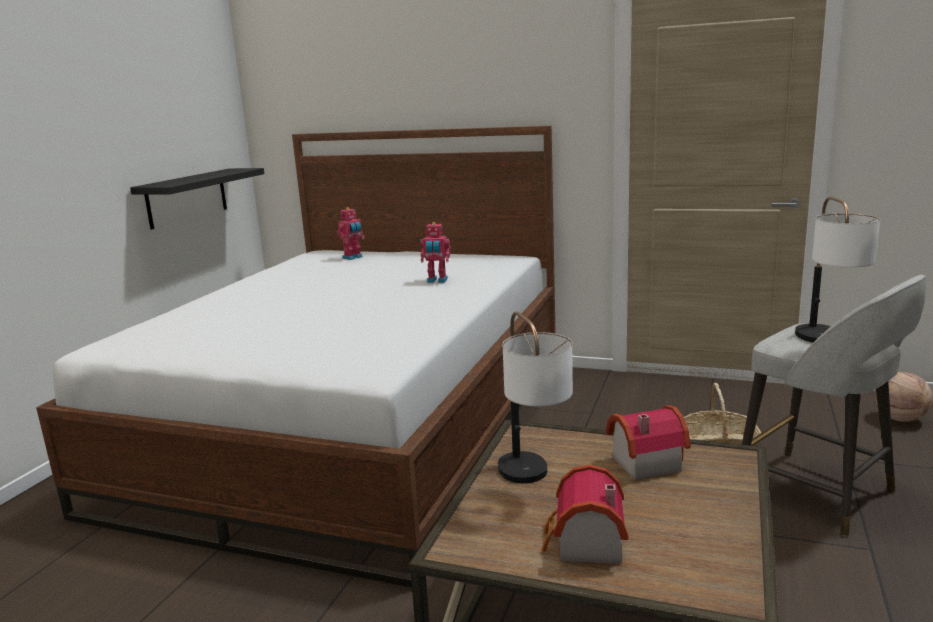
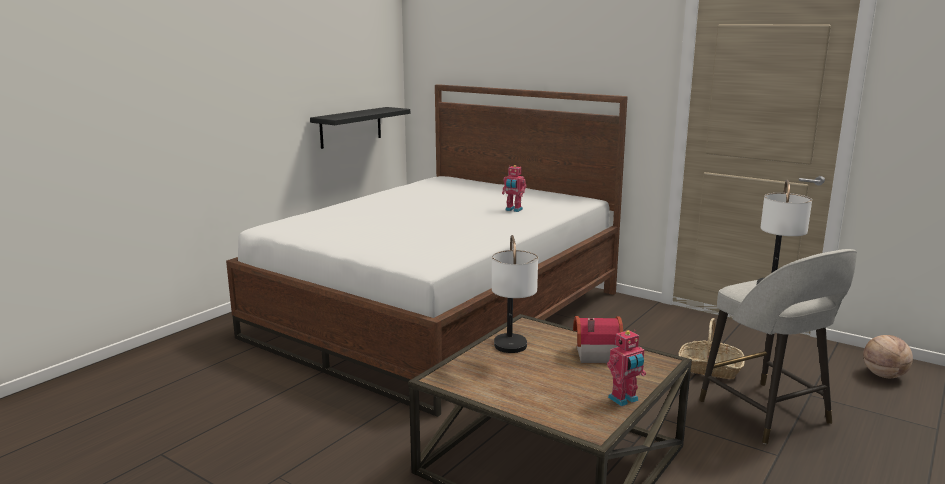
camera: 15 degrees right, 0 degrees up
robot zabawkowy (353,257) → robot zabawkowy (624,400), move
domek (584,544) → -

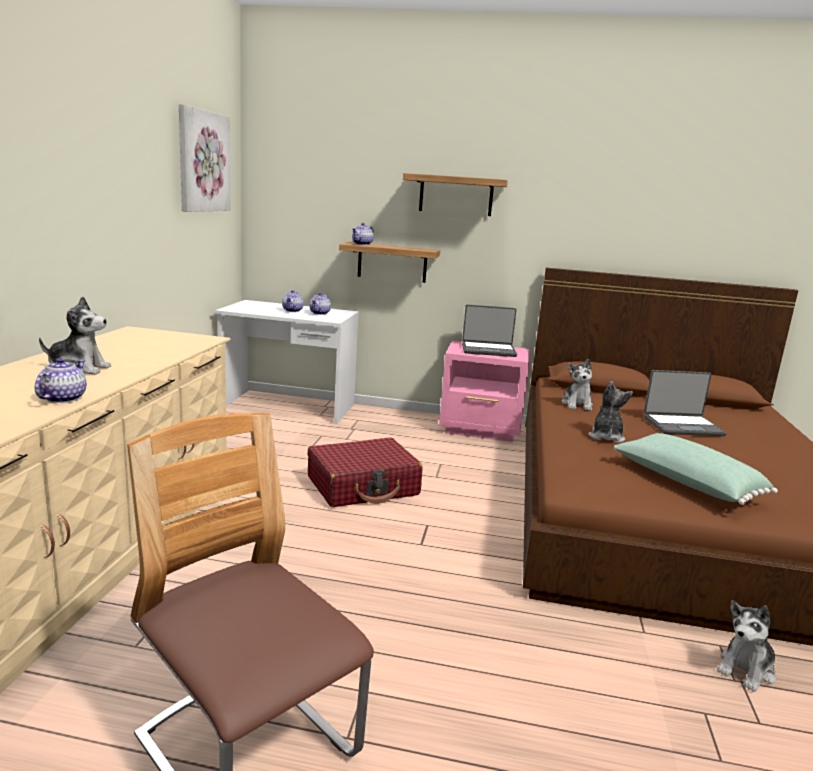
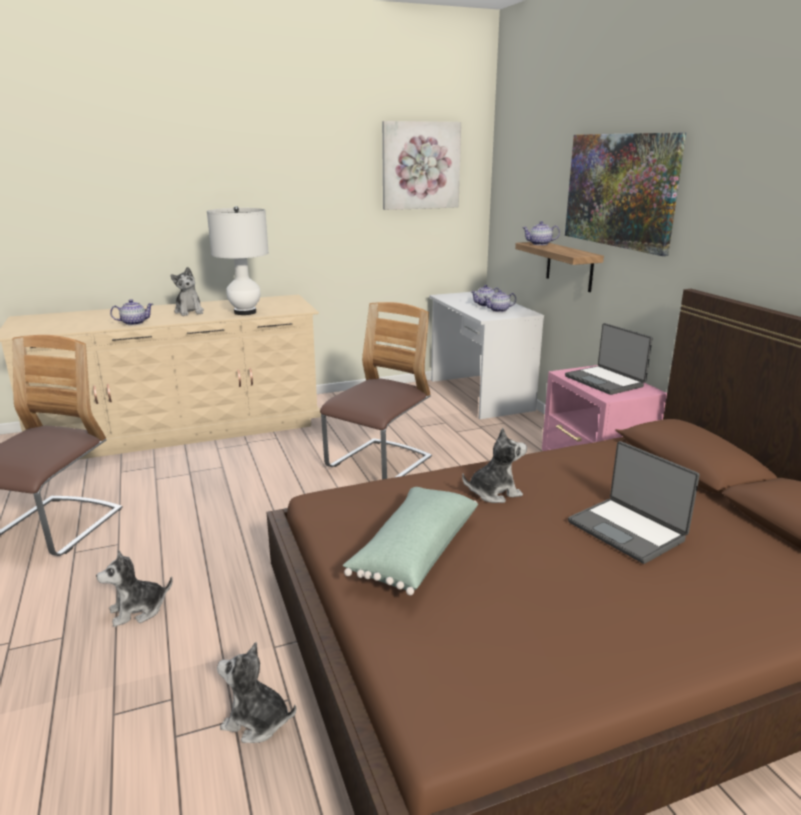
camera: 60 degrees right, 5 degrees up
walizka/czerwony (363,486) → krzesło (379,464)
półka (456,195) → obraz (620,190)
pluszak (577,404) → pluszak (138,610), move
- → lampa stołowa/biały (245,312)

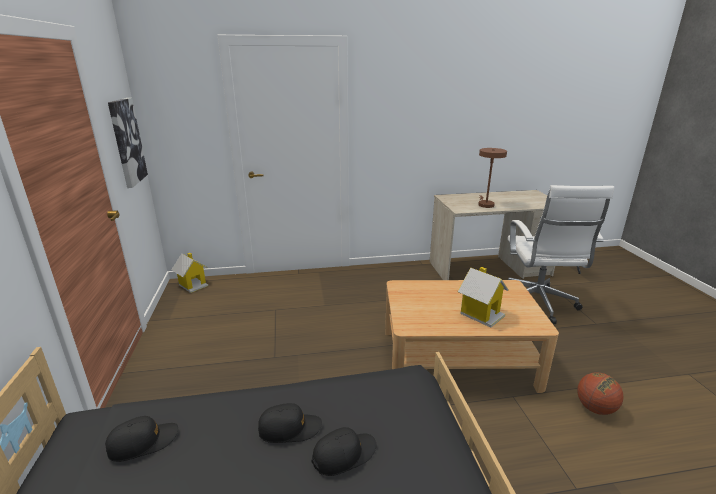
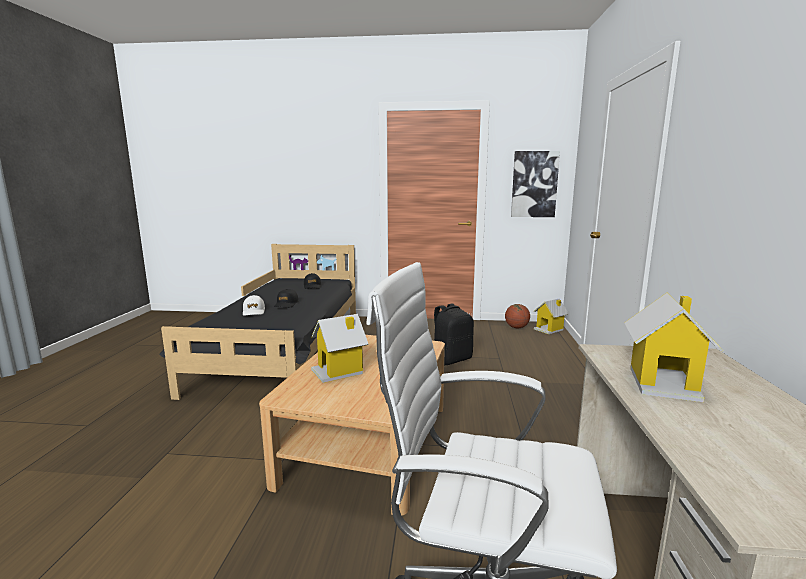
camera: 105 degrees right, 10 degrees down
czapka z daszkiem/czarny (344,454) → czapka z daszkiem/biały (254,311)
lampa stołowa/brązowy (485,204) → domek (664,382)
piłka do koszykówki (595,408) → piłka do koszykówki (516,327), move
- → plecak/czarny (451,359)

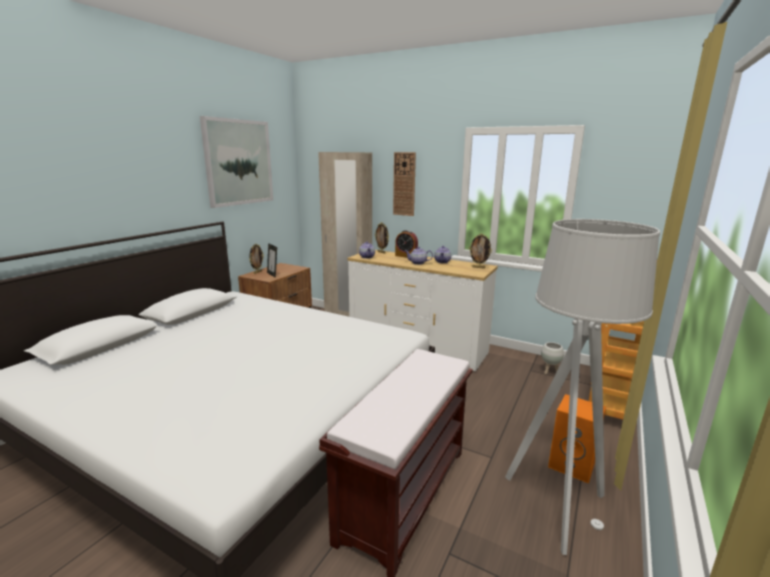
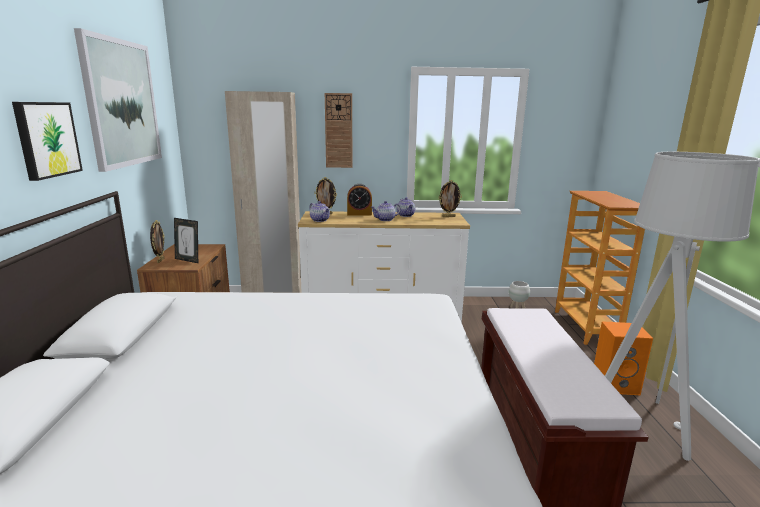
camera: 30 degrees left, 0 degrees up
- → obraz (46,139)

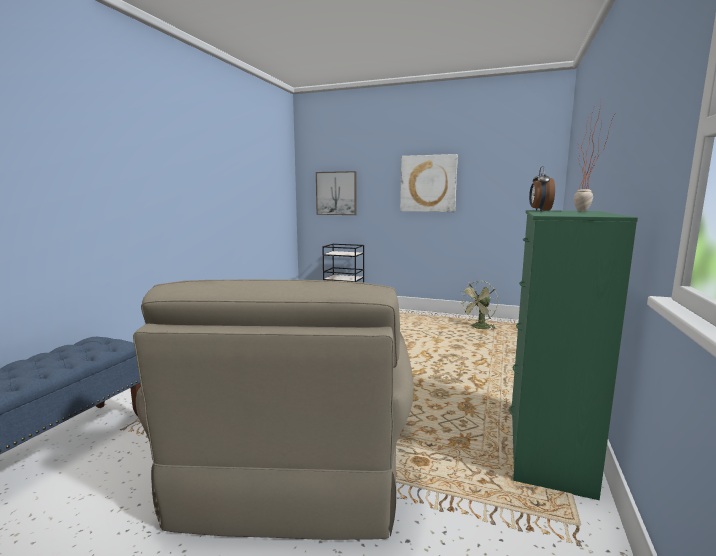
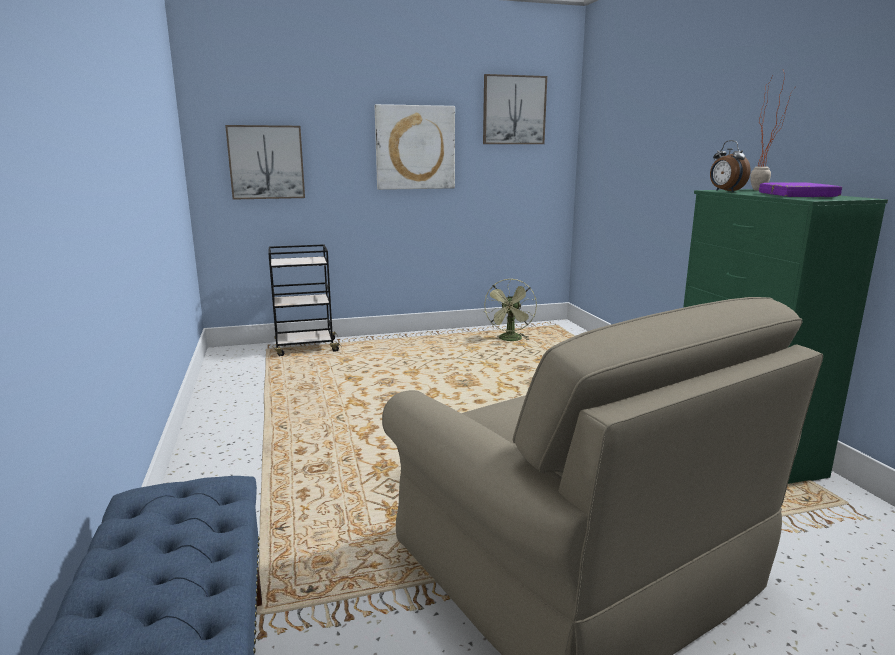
camera: 35 degrees left, 5 degrees up
- → obraz (514,110)
- → książka/fioletowy (797,195)

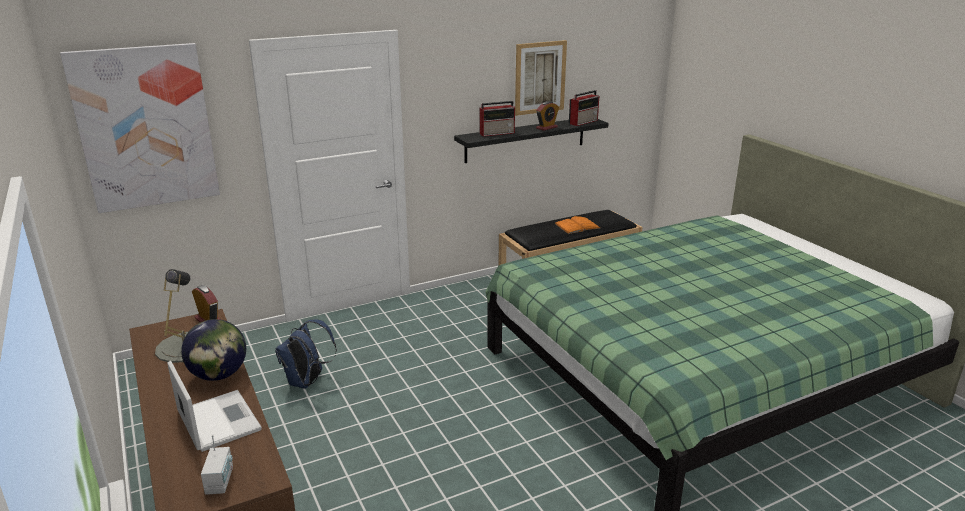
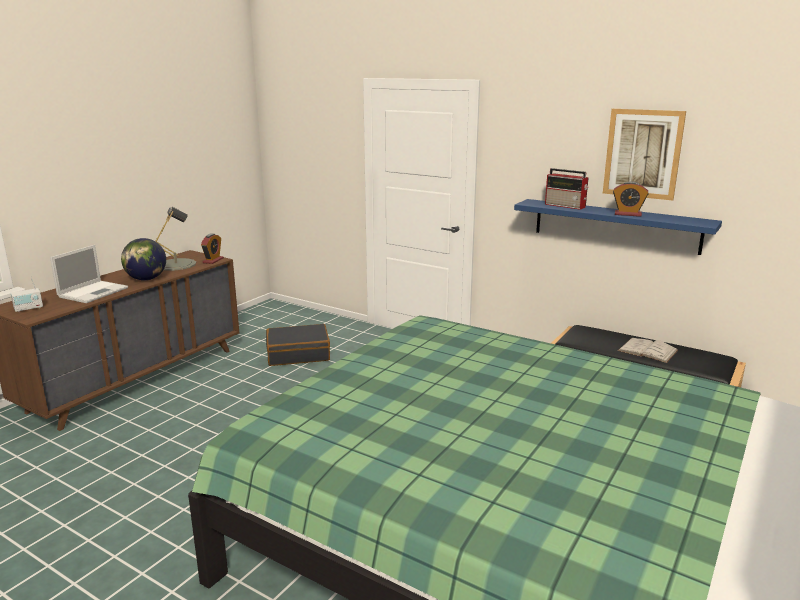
camera: 60 degrees right, 5 degrees down
obraz (145,128) → -
plecak/niebieski (307,382) → walizka/czarny (298,354)
półka/czarny (525,139) → półka/niebieski (615,226)
książka/pomarańczowy (577,226) → książka/biały (647,350)
radio (584,122) → -

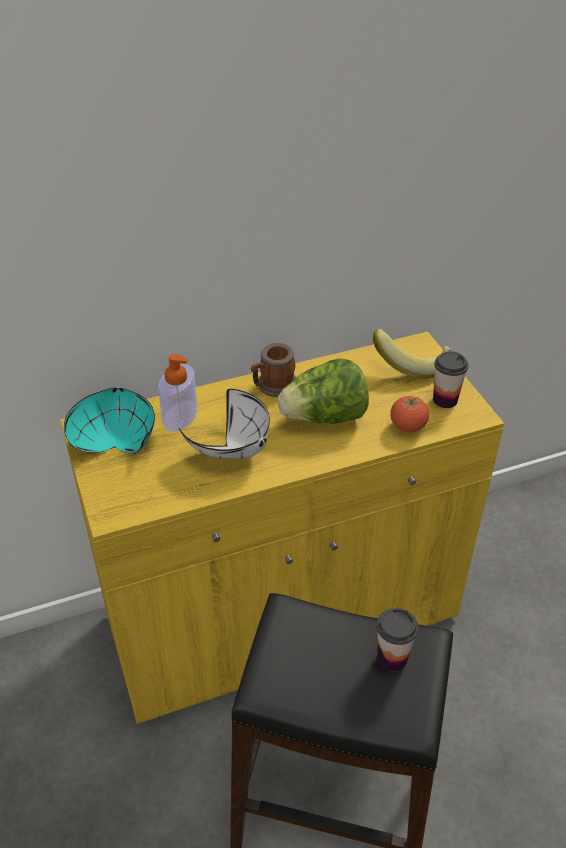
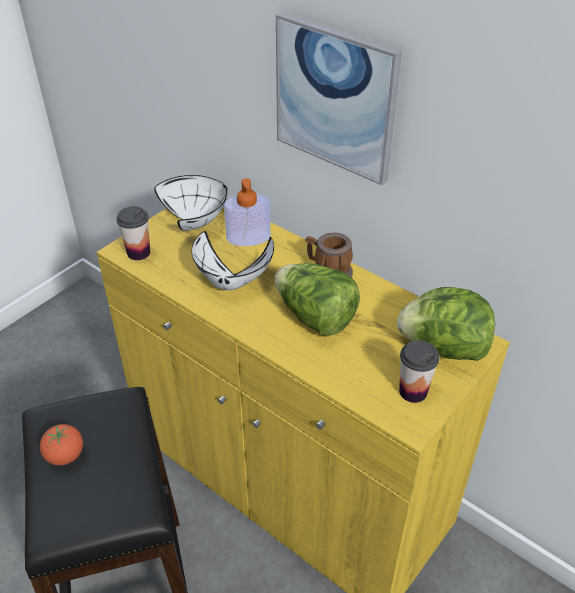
camera: 60 degrees right, 0 degrees up
miska/turkusowy (115,440) → miska/biały (197,219)
banan (411,365) → sałata (443,348)
filiżanka (392,658) → filiżanka (138,253), move
pomidor (407,427) → pomidor (65,455), move
- → obraz (336,98)

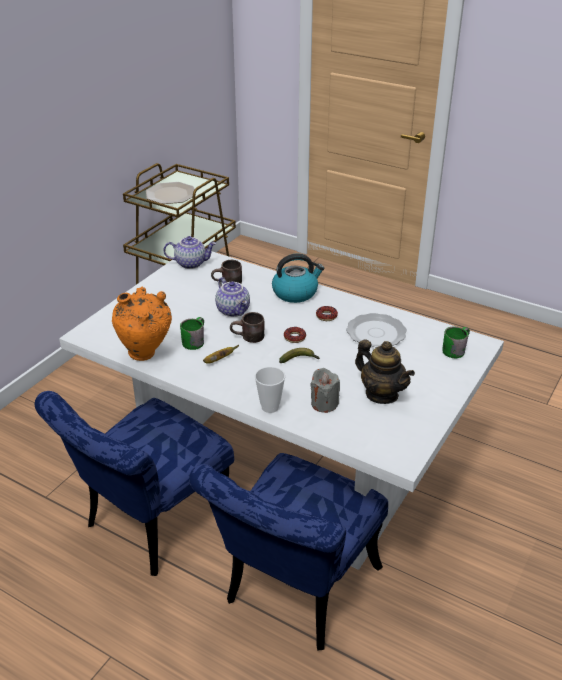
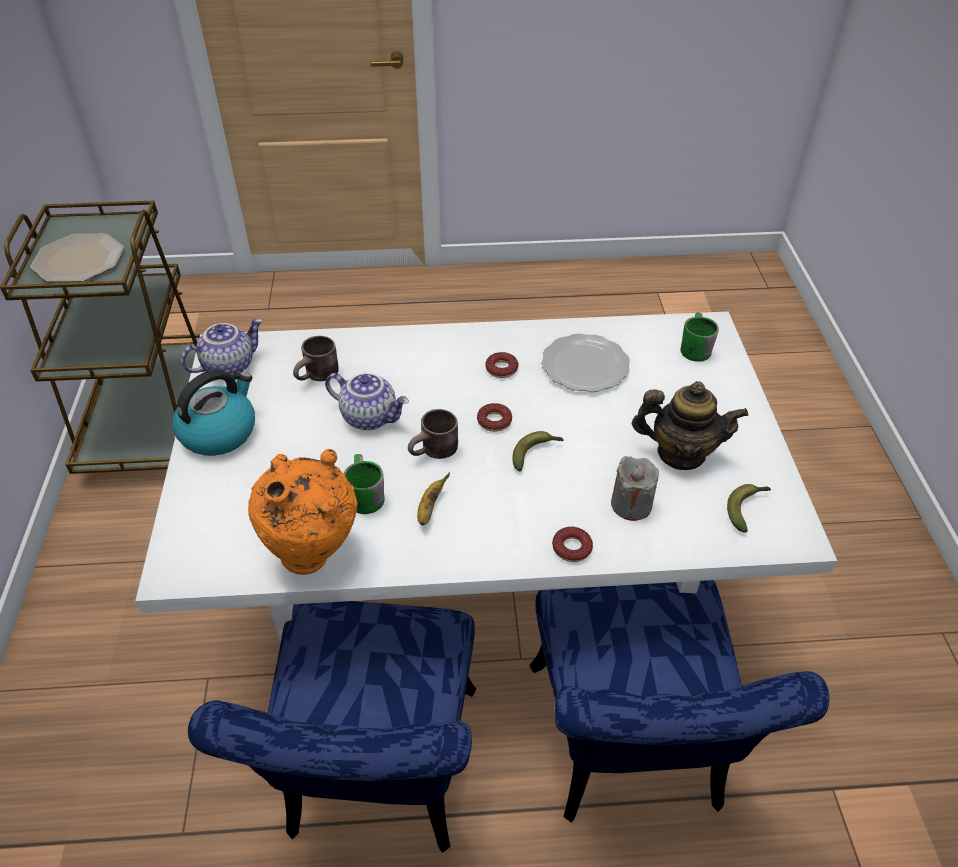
camera: 35 degrees left, 10 degrees up
filiżanka (270,407) → donut (572,548)
czajnik (295,292) → czajnik (219,432), move
- → banan (746,508)

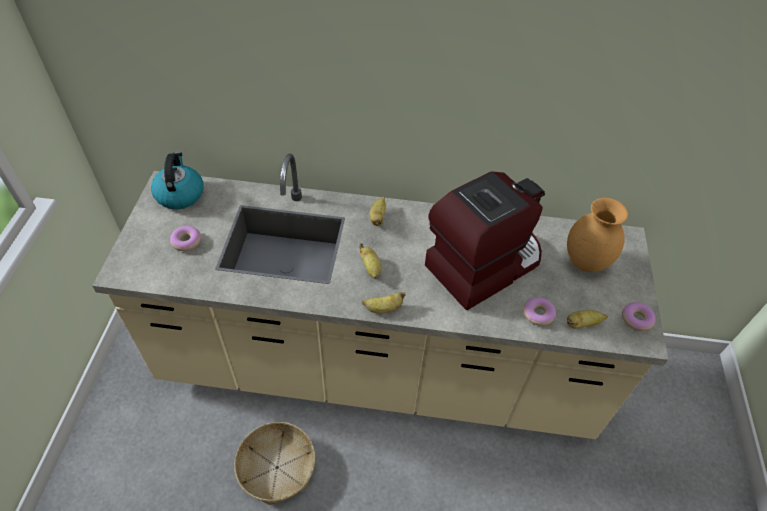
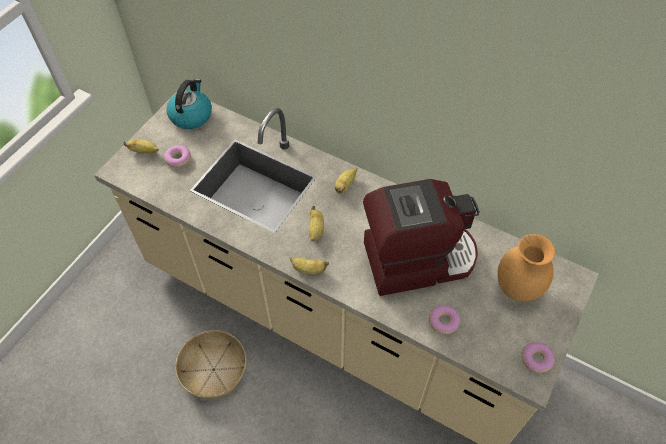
camera: 25 degrees right, 5 degrees up
banan (582,324) → banan (144,151), move

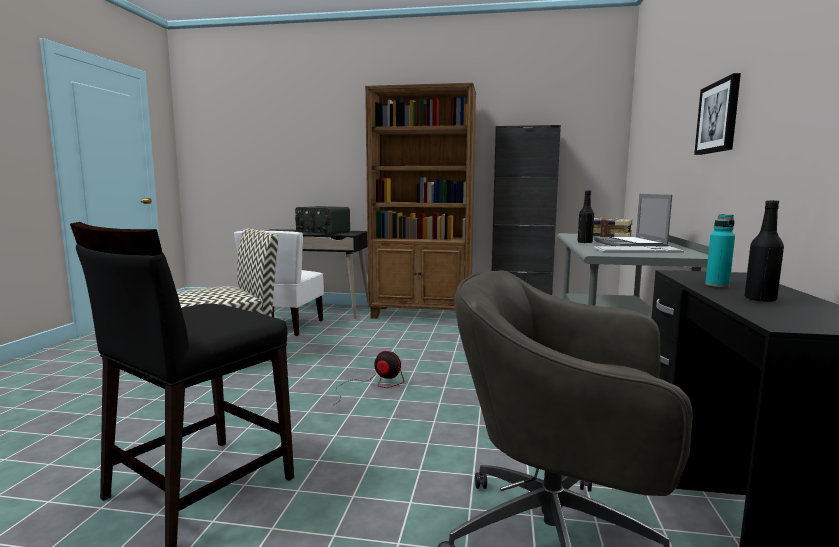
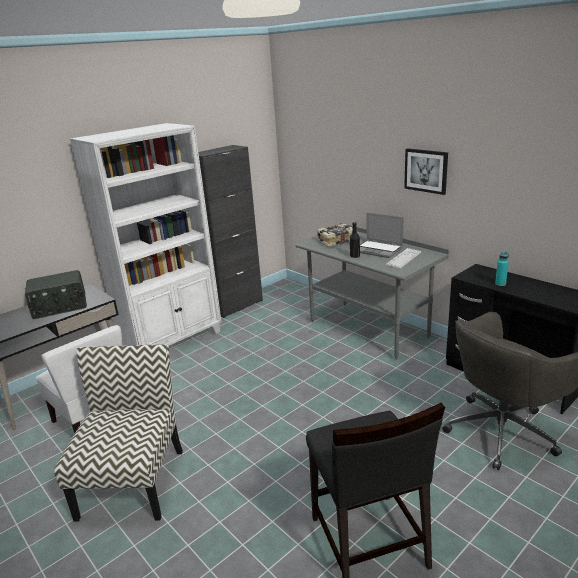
camera: 50 degrees left, 15 degrees up
wentylator (373,385) → -
regał/brązowy (422,315) → regał/biały (173,341)
butelka/czarny (760,299) → -

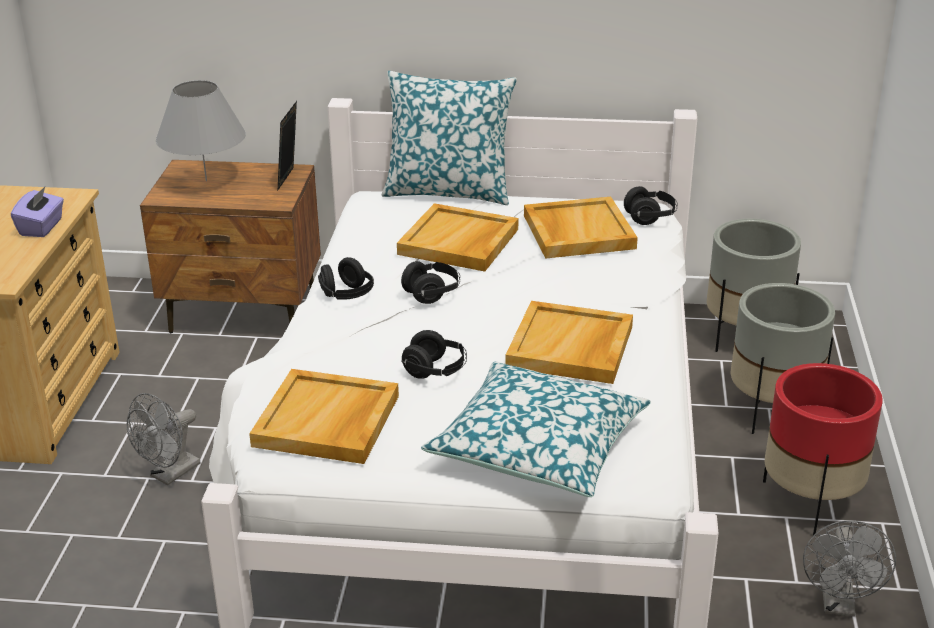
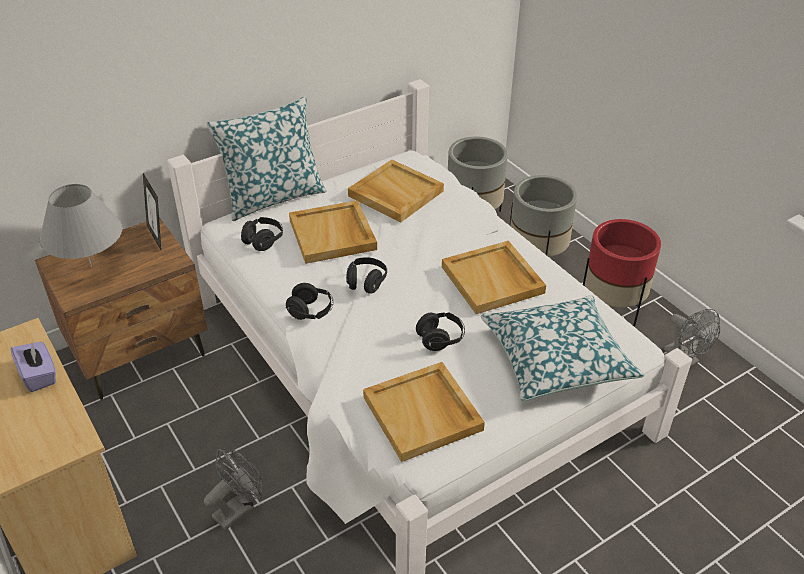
camera: 40 degrees left, 10 degrees up
wentylator/szary (170,475) → wentylator/szary (238,508), 135 degrees counterclockwise
słuchawki/czarny (650,217) → słuchawki/czarny (263,241), move

